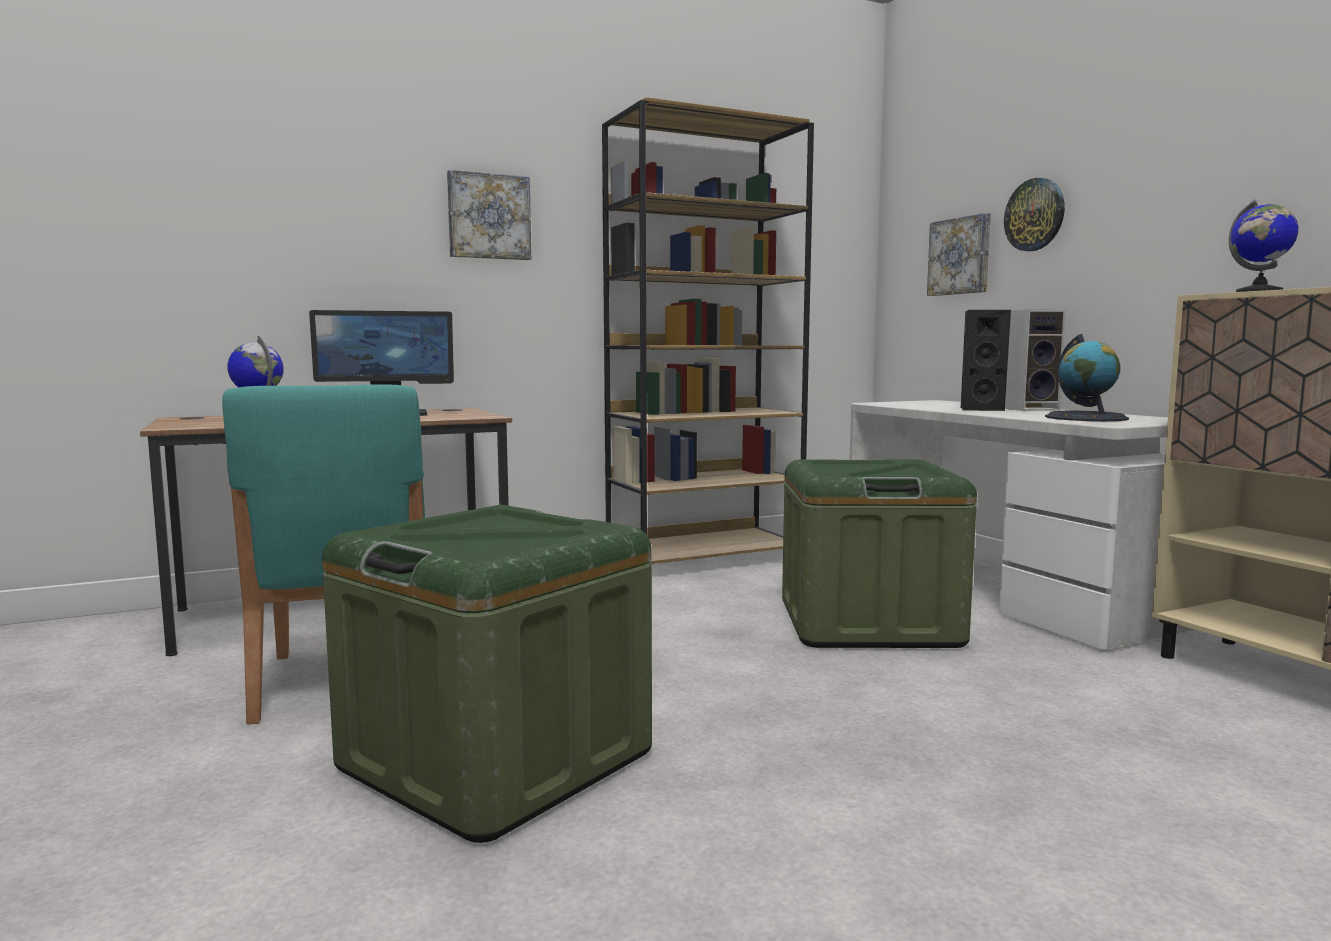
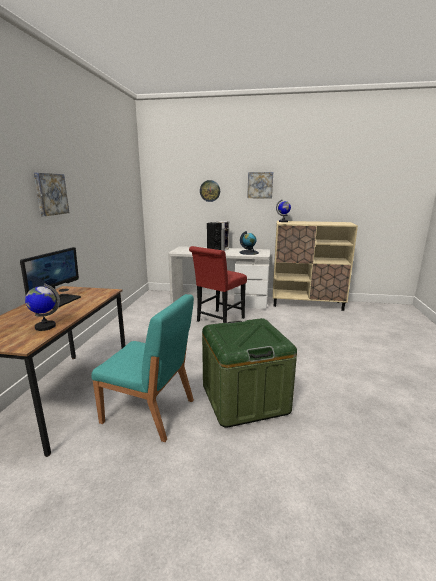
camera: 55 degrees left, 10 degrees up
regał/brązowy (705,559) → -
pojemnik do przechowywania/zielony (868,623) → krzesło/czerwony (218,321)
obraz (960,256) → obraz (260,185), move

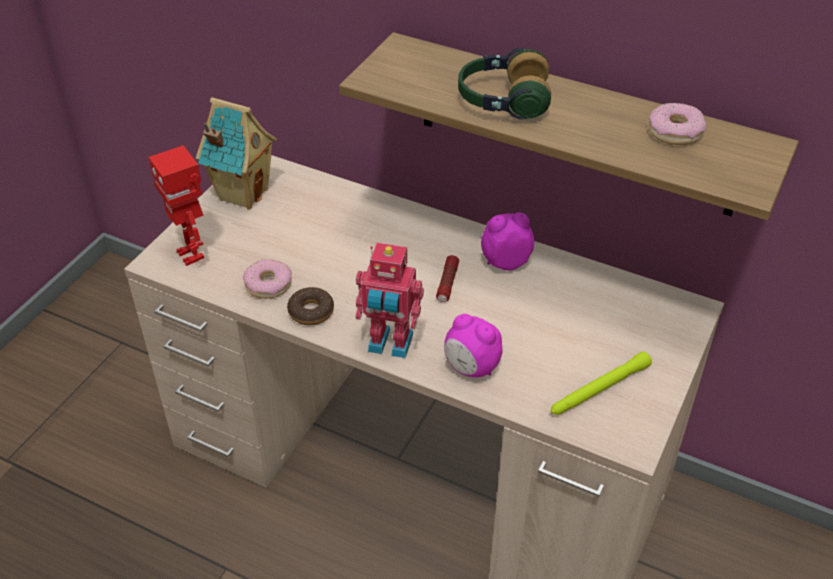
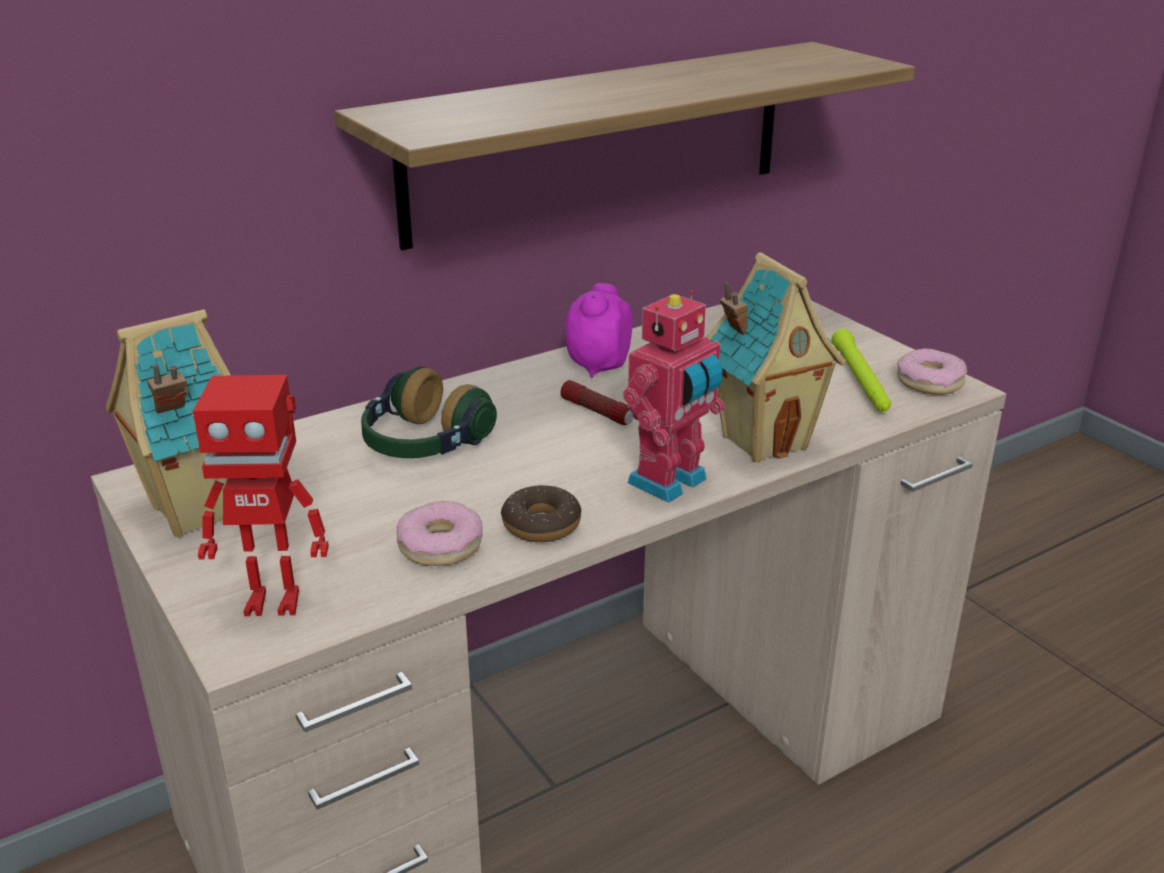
camera: 60 degrees left, 15 degrees down
budzik (471,368) → domek (764,441)
słuchawki (502,101) → słuchawki (423,445), move
donut (675,132) → donut (930,382), move

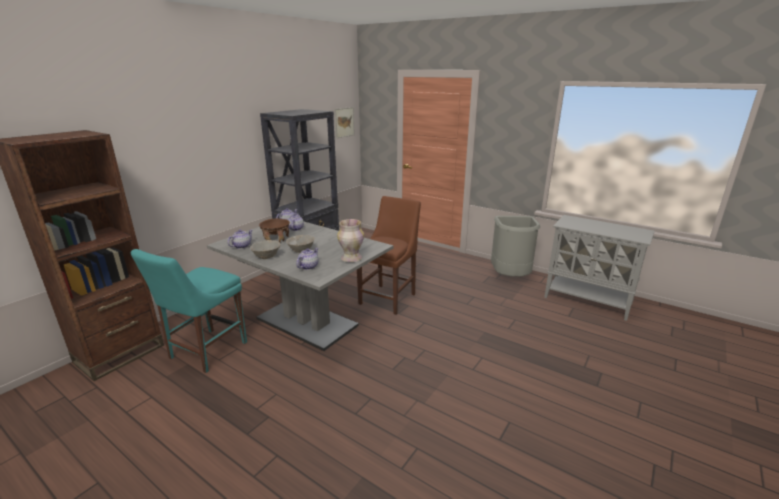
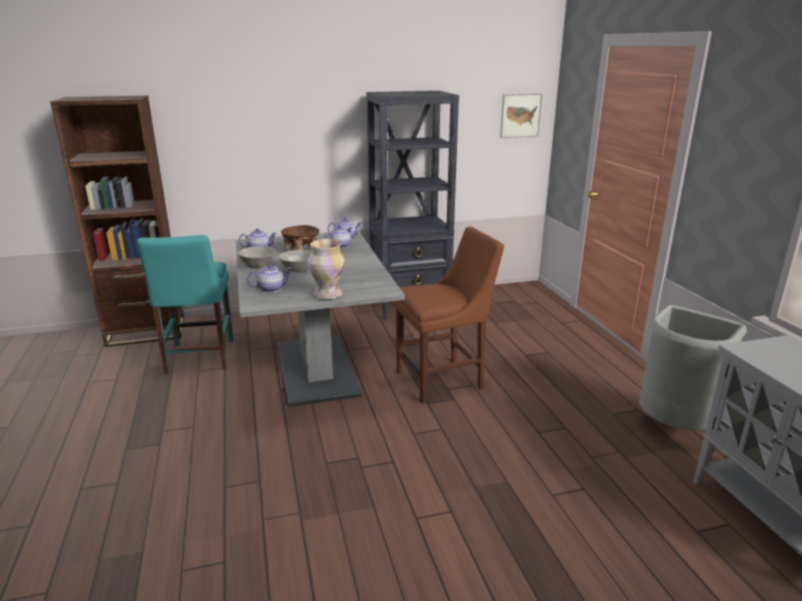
camera: 40 degrees right, 0 degrees up
krzesło/turkusowy (205,352) → krzesło/turkusowy (199,358), 75 degrees counterclockwise

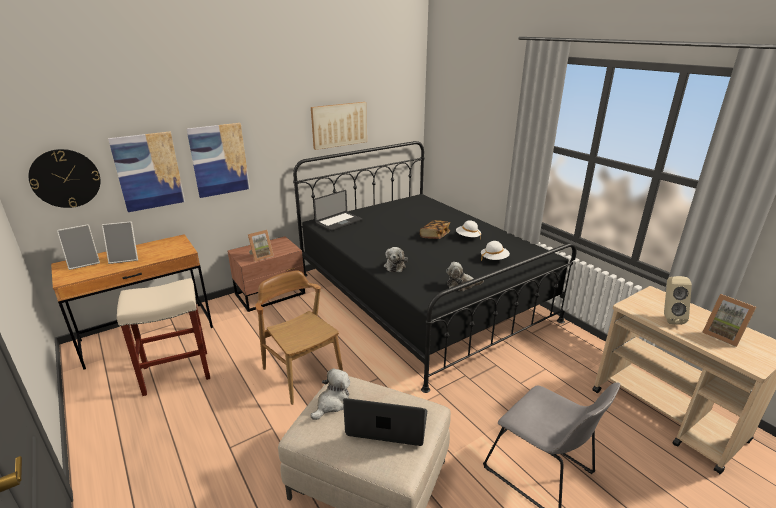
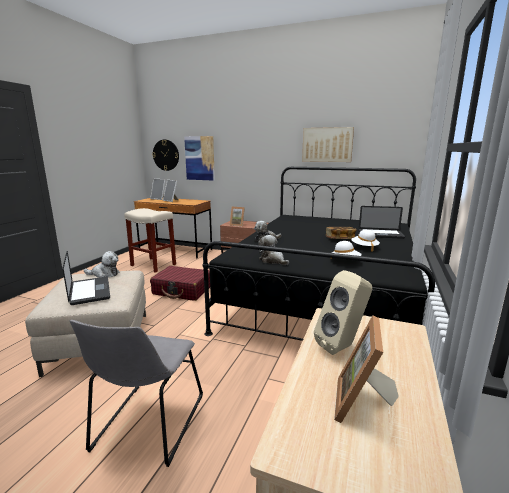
camera: 55 degrees right, 10 degrees down
obraz (219,160) → -
krzesło/brązowy (302,373) → walizka/czerwony (182,290)
laptop (339,222) → laptop (380,234), move

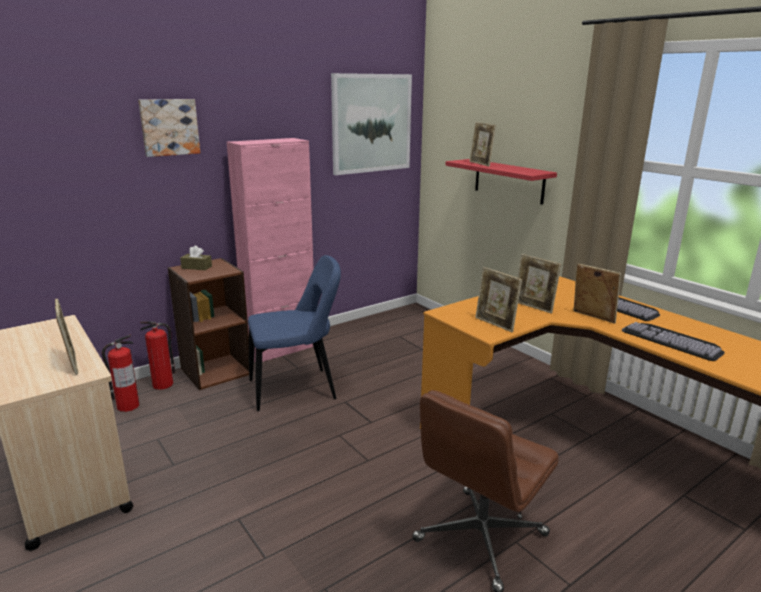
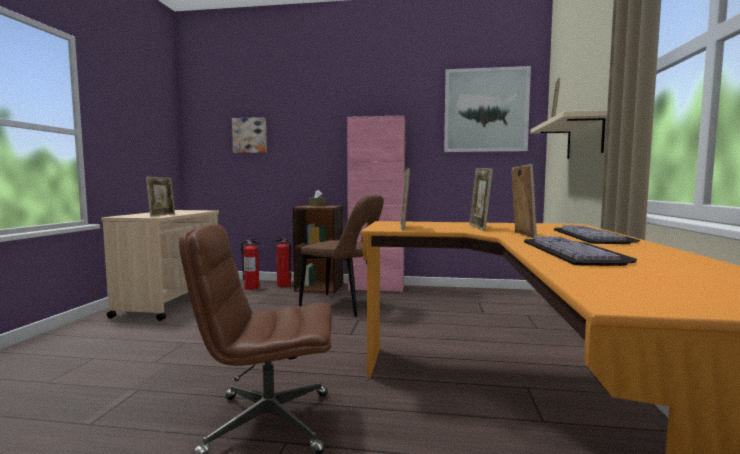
camera: 45 degrees right, 15 degrees down
obraz (169,127) → obraz (250,135), move
krzesło/niebieski (297,389) → krzesło/brązowy (343,306)
półka/czerwony (509,181) → półka/beżowy (584,138)

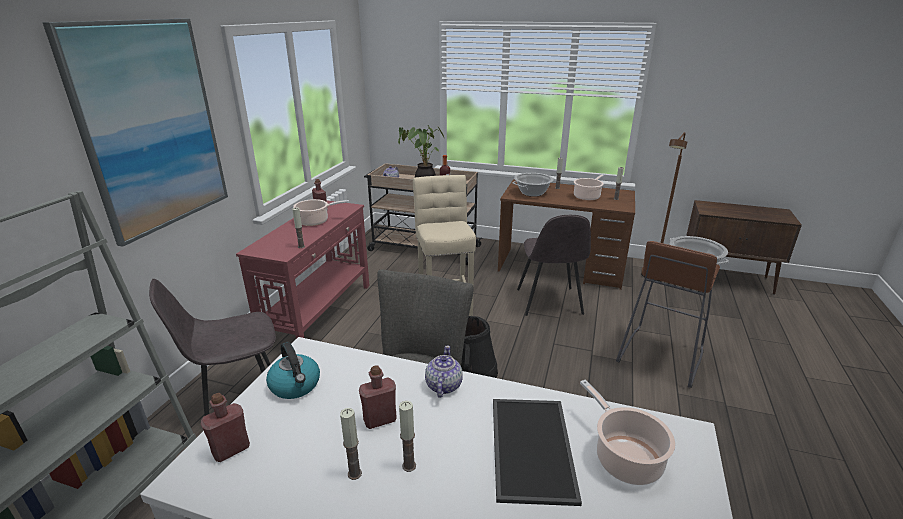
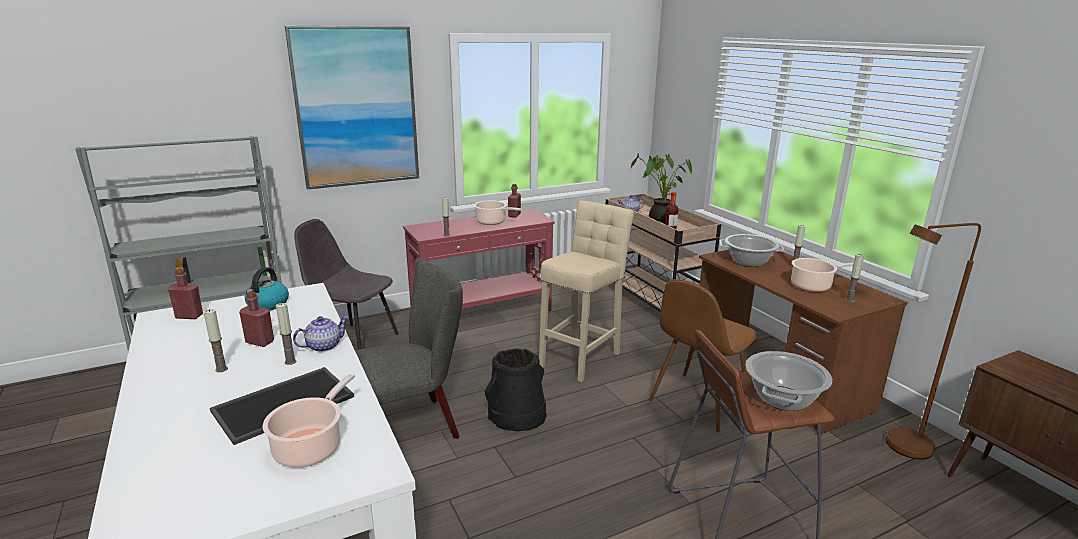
camera: 45 degrees right, 5 degrees down
świeca (354,473) → świeca (290,362), move
krzesło/szary (549,302) → krzesło/brązowy (698,402)

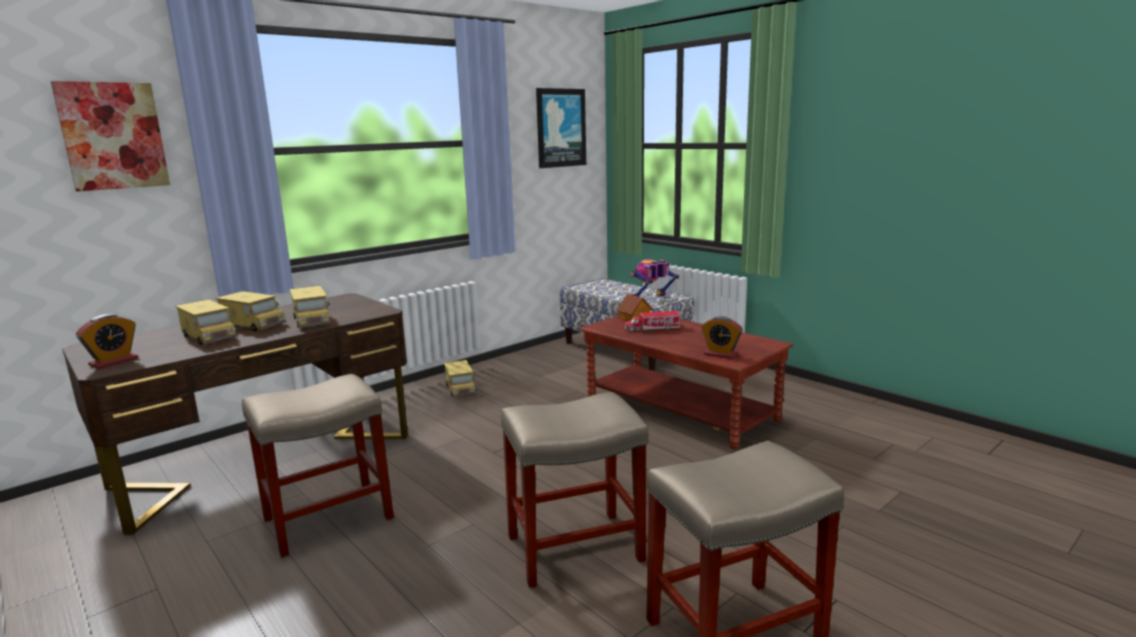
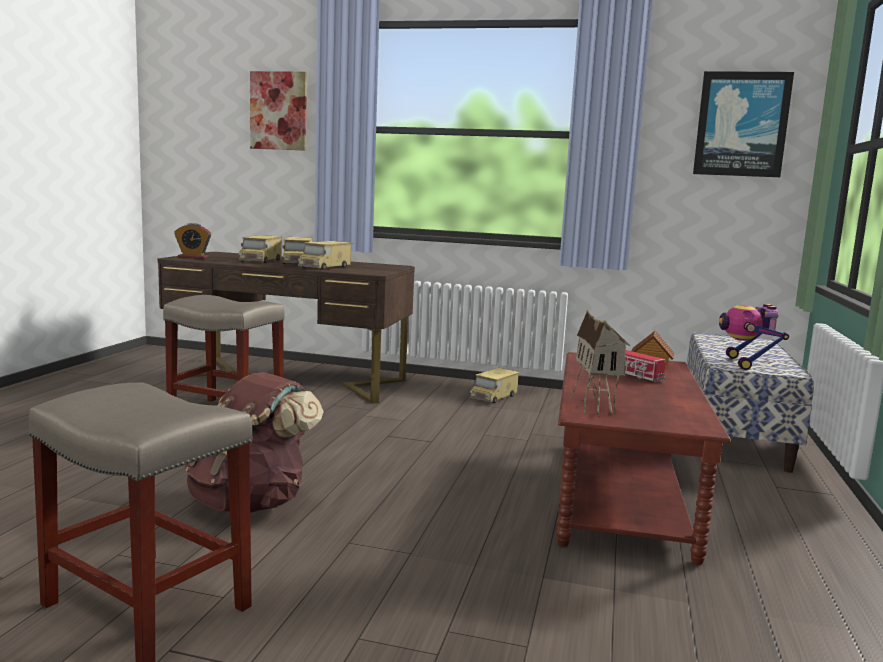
camera: 55 degrees right, 5 degrees down
stołek/beżowy (576,547) → plecak/brązowy (252,502)
robot zabawkowy (651,299) → robot zabawkowy (746,364), 105 degrees counterclockwise
budzik (720,354) → domek (595,407)

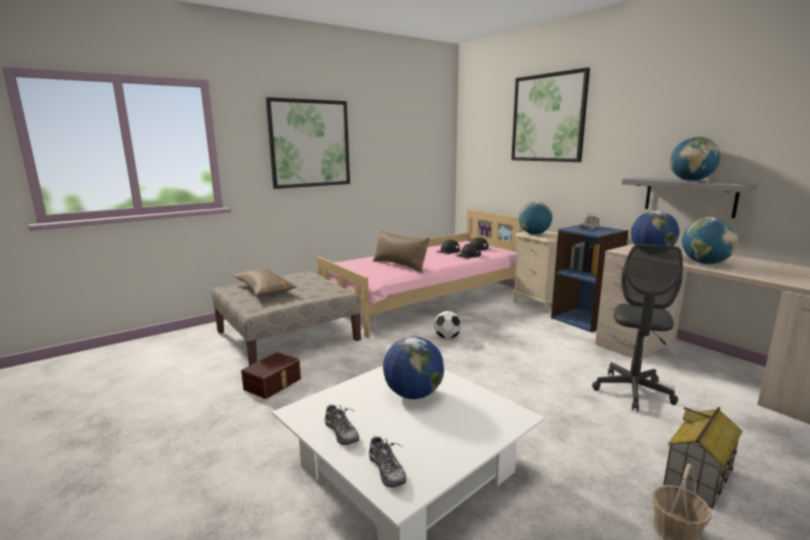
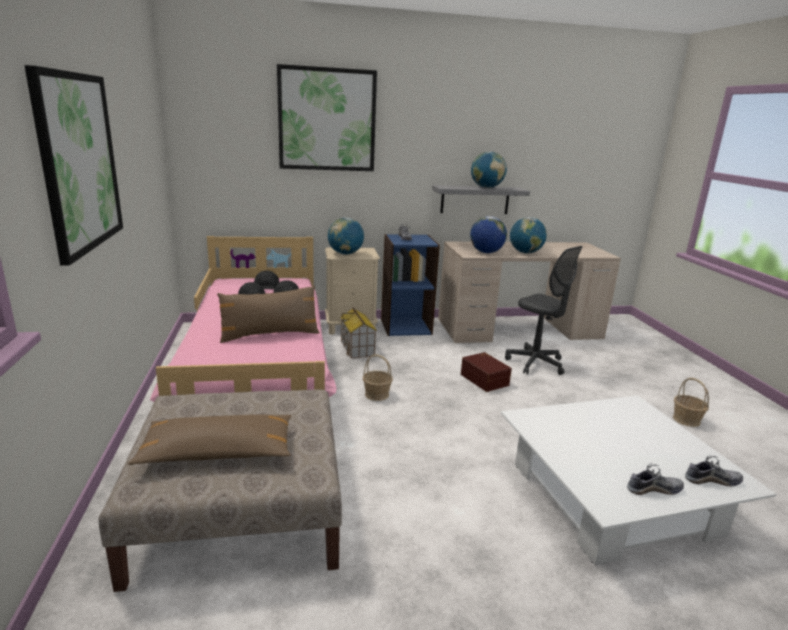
camera: 65 degrees left, 5 degrees up
pojemnik do przechowywania/brązowy (273,384) → pojemnik do przechowywania/brązowy (485,379), move
globus (413,394) → -
piłka futbolowa (447,337) → koszyk (376,394)
domek (698,478) → domek (357,348), move

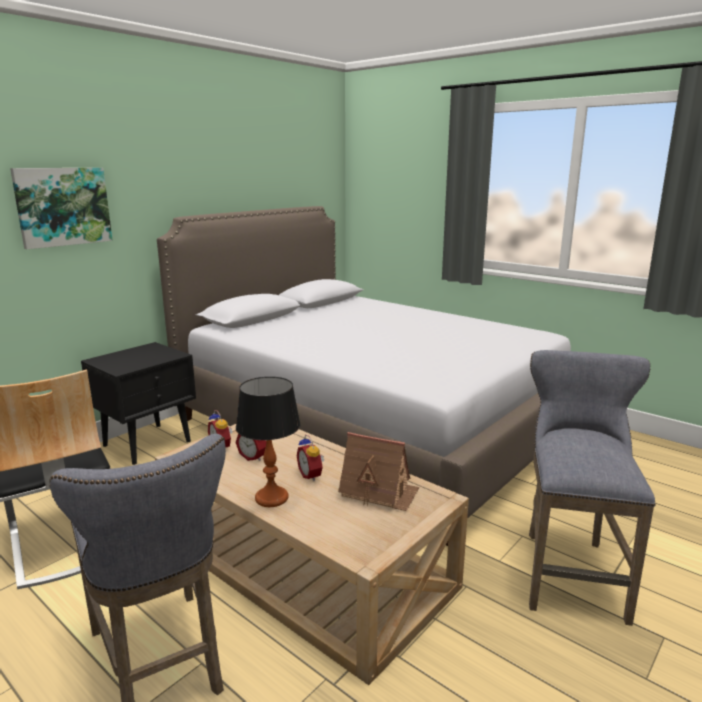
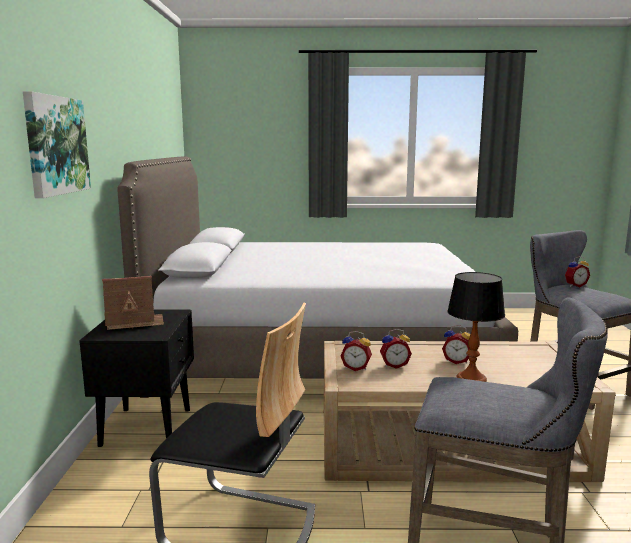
camera: 40 degrees left, 5 degrees down
domek (379,491) → domek (134,322), move
- → budzik (574,285)

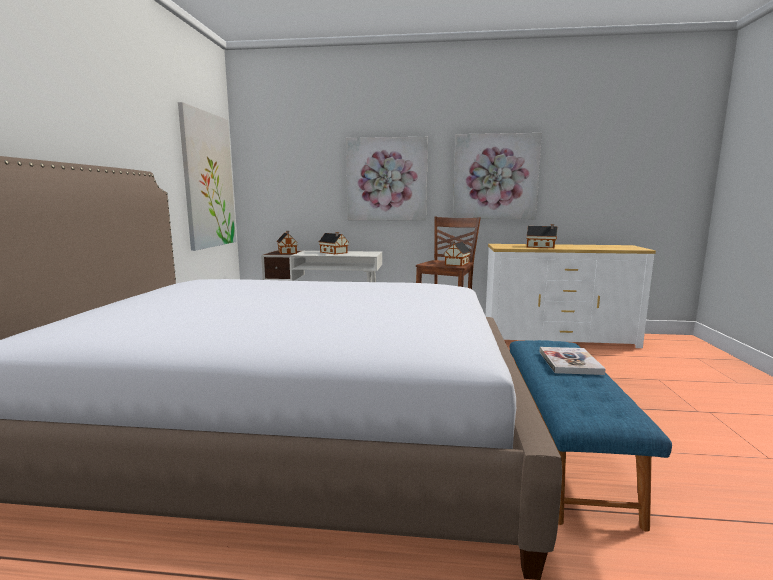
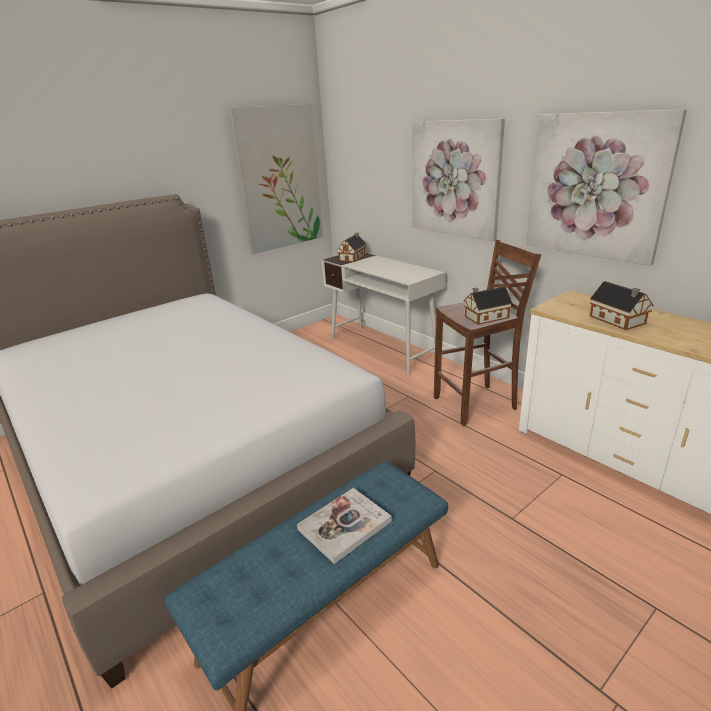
camera: 45 degrees right, 15 degrees up
domek (334,252) → -

